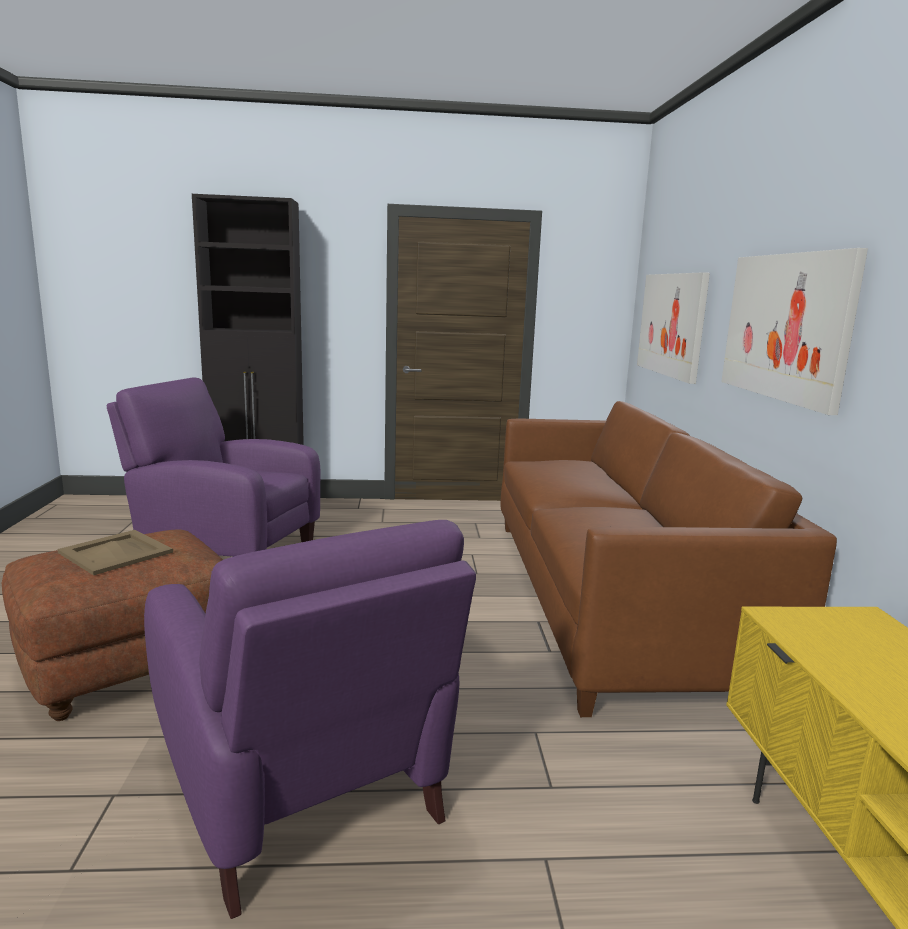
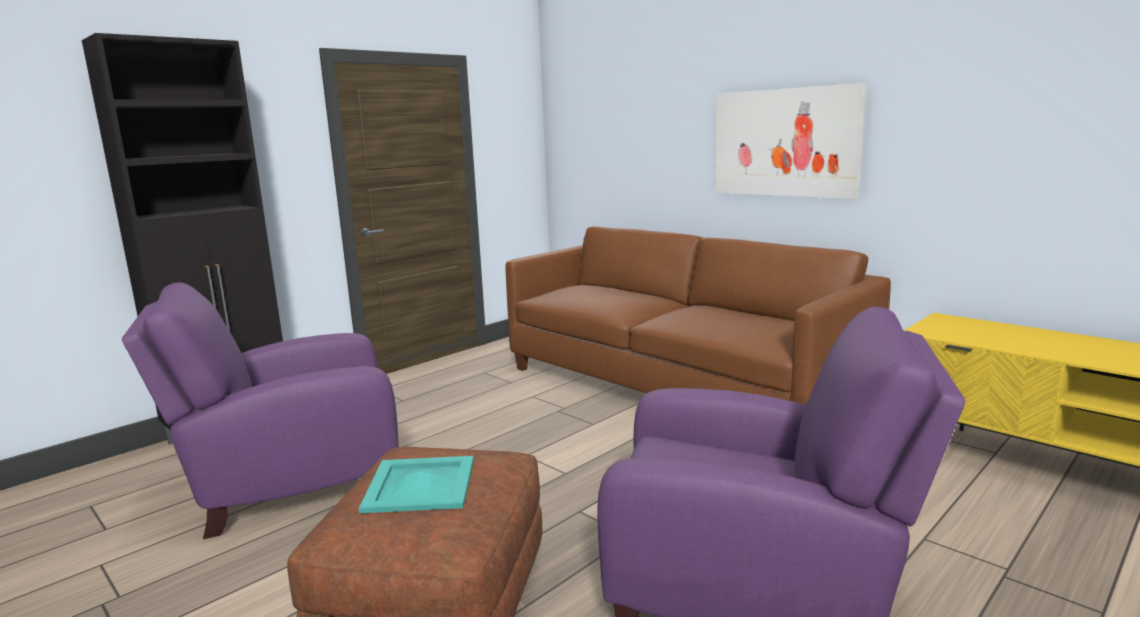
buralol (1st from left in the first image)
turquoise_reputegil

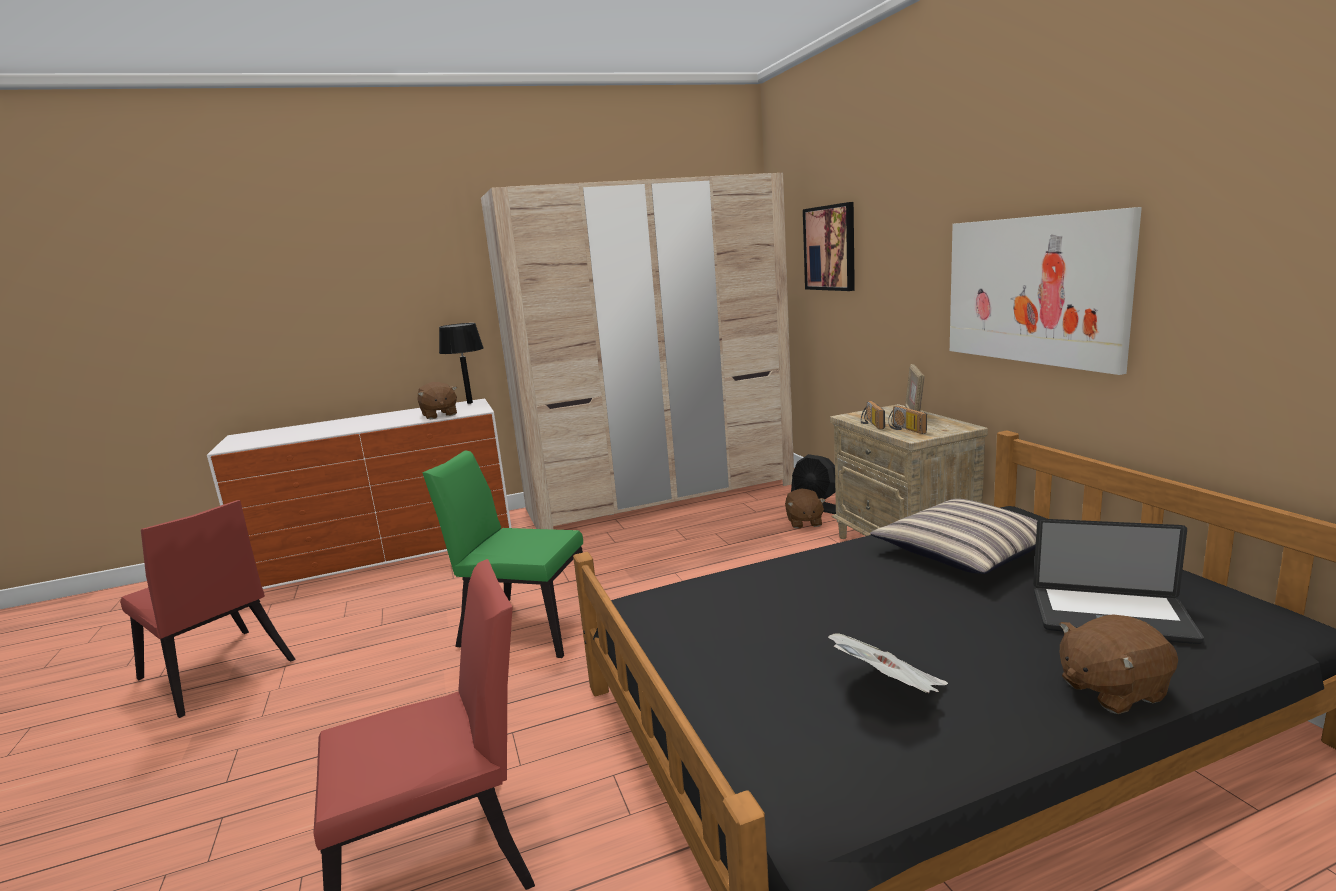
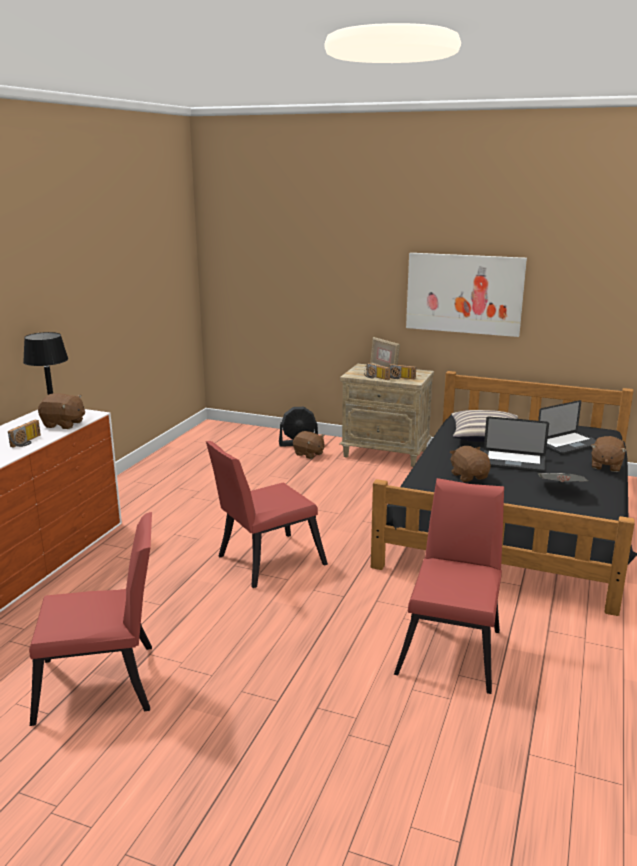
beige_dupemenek
buralol (1st from left in the first image)
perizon (1st from left)
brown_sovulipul (3rd from left)
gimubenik (1st from left)
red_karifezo (2nd from left)

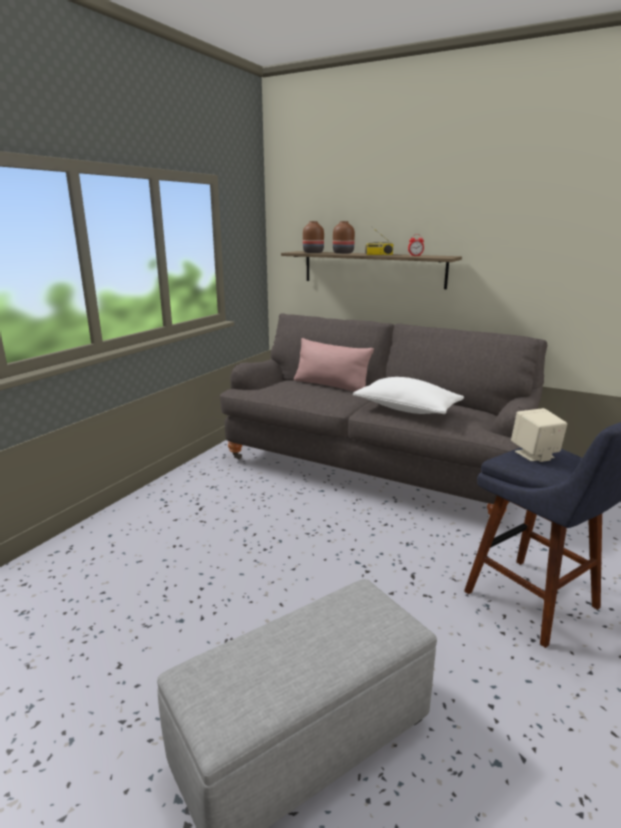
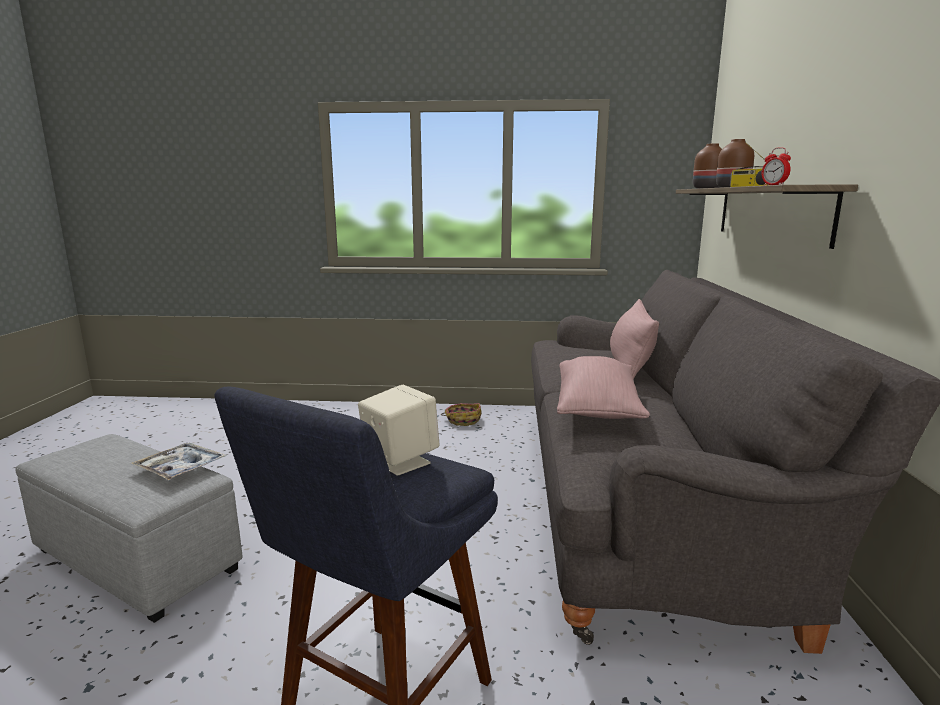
reputegil
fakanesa
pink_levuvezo (1st from left)

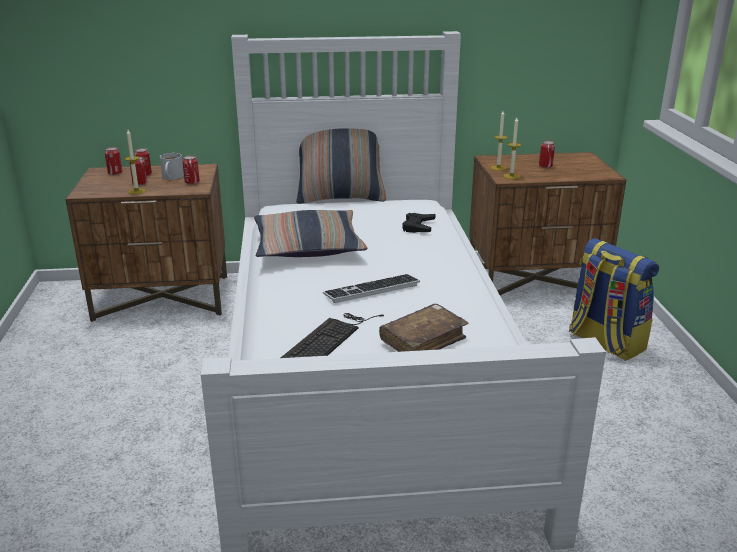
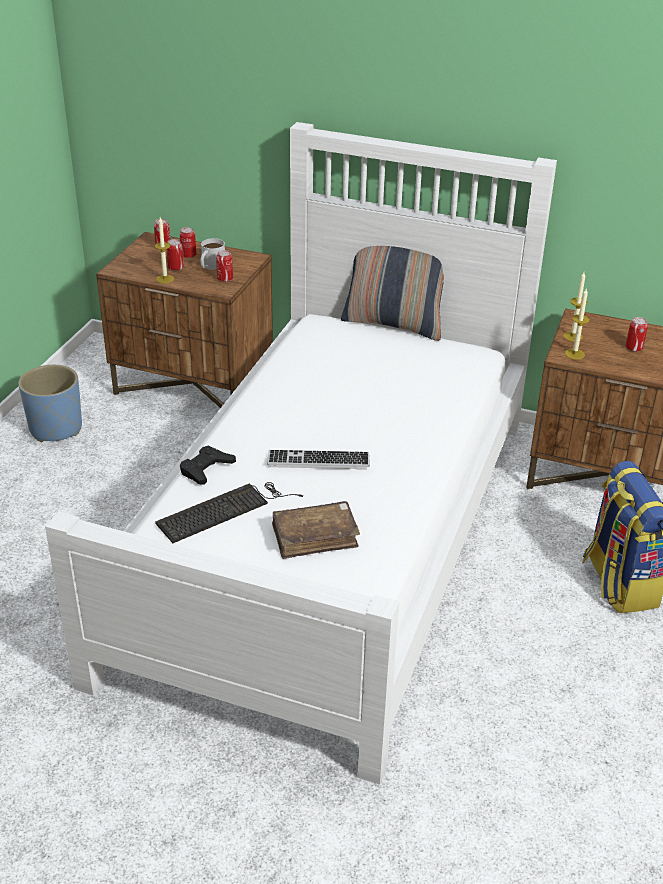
levuvezo (1st from left in the first image)
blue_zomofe
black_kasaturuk

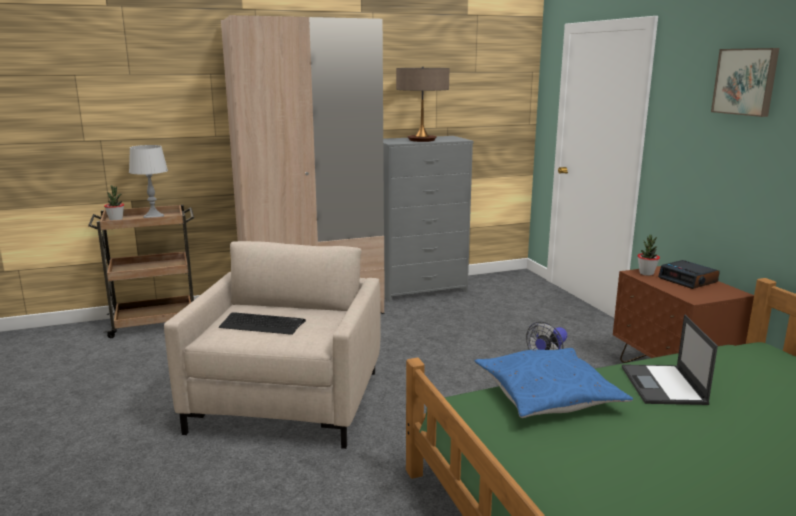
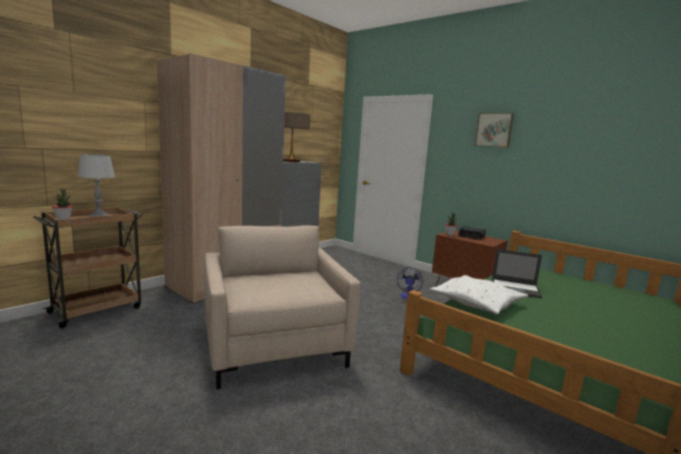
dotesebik
white_levuvezo
gimubenik

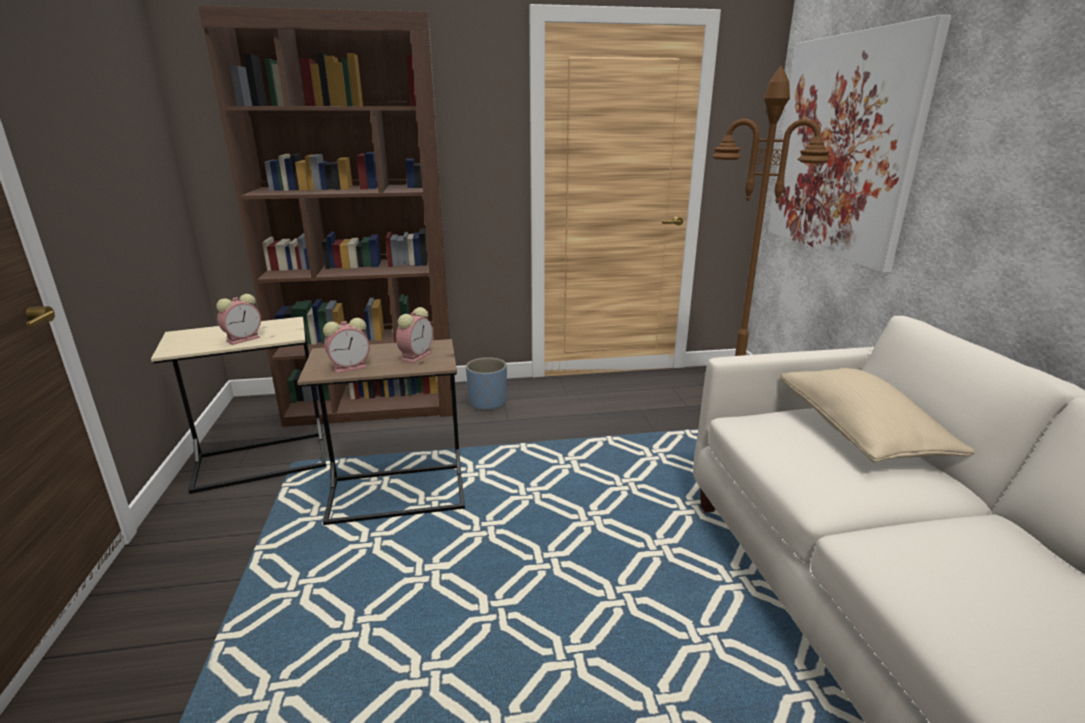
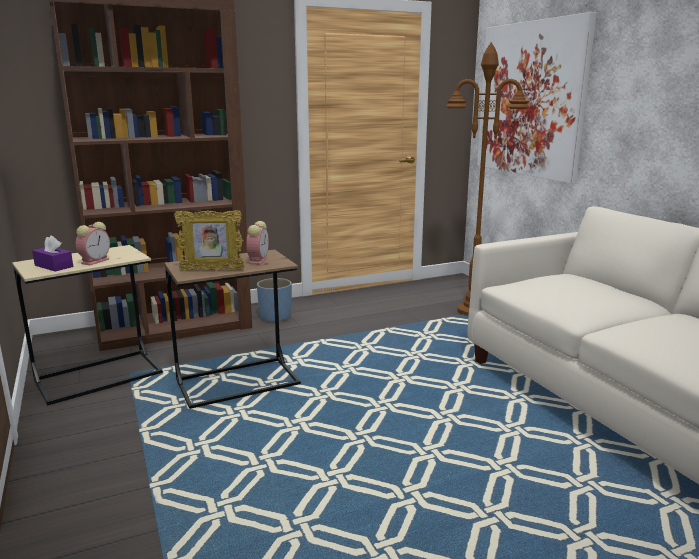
beige_levuvezo
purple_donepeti
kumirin

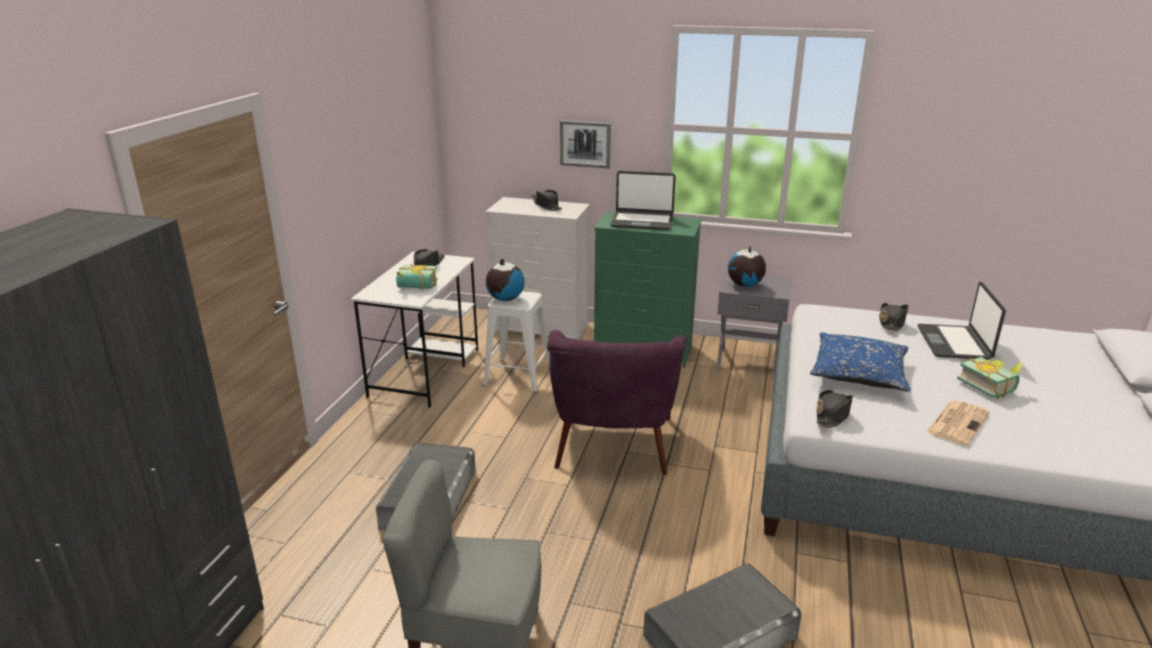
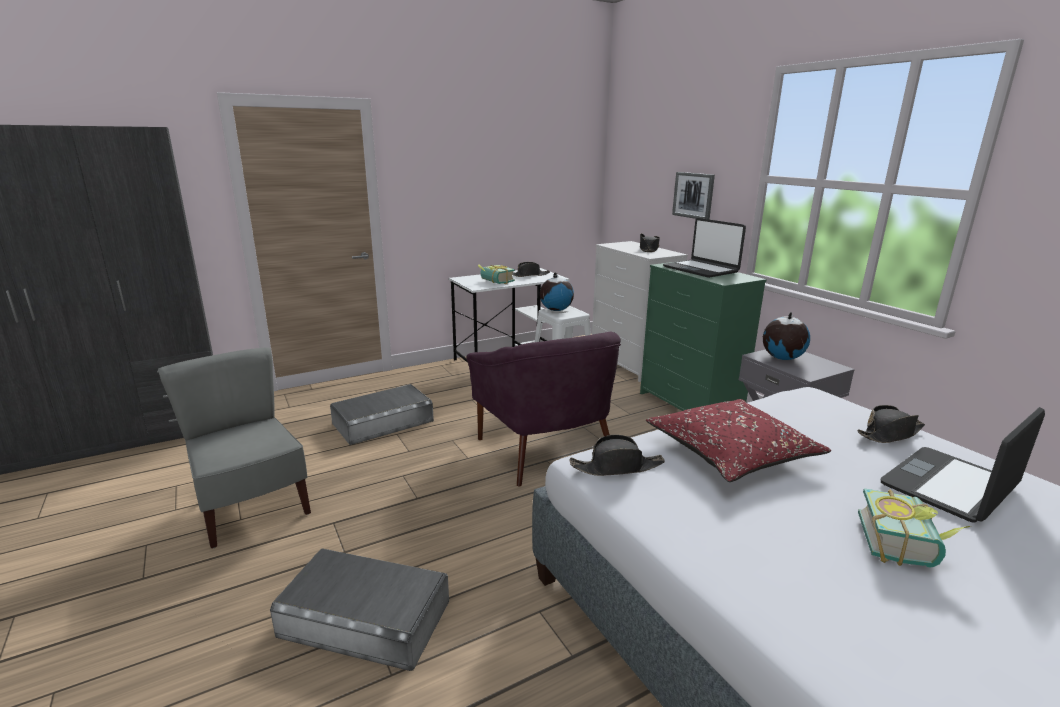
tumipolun
red_levuvezo
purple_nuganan

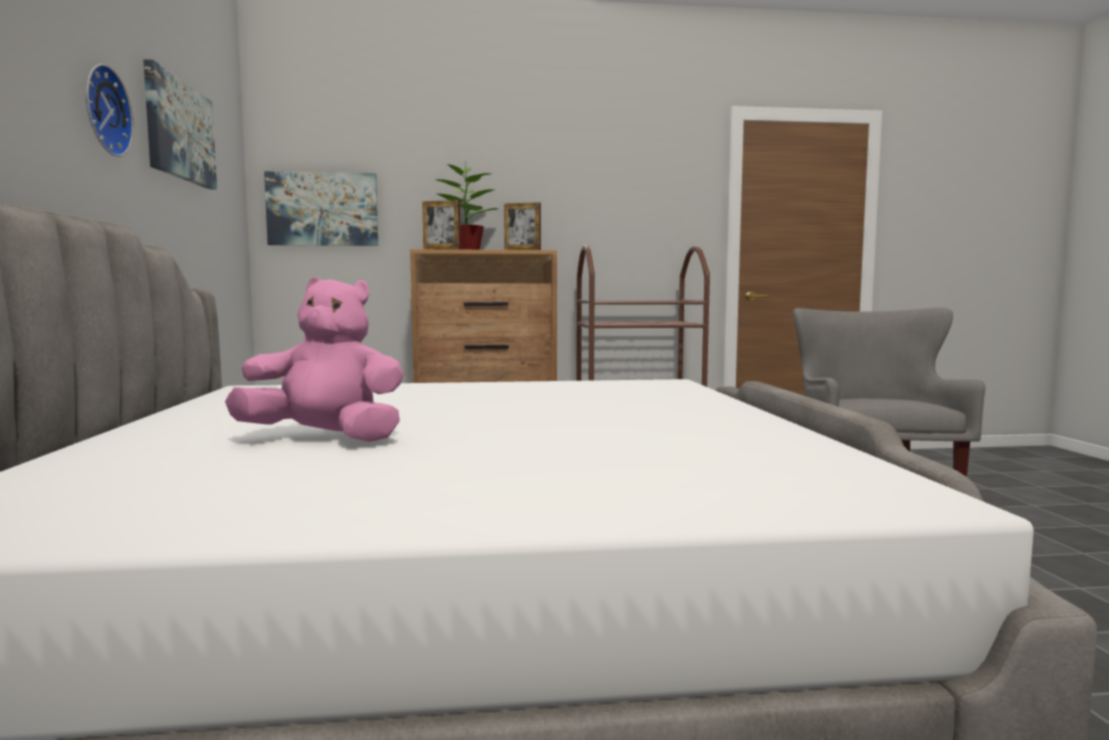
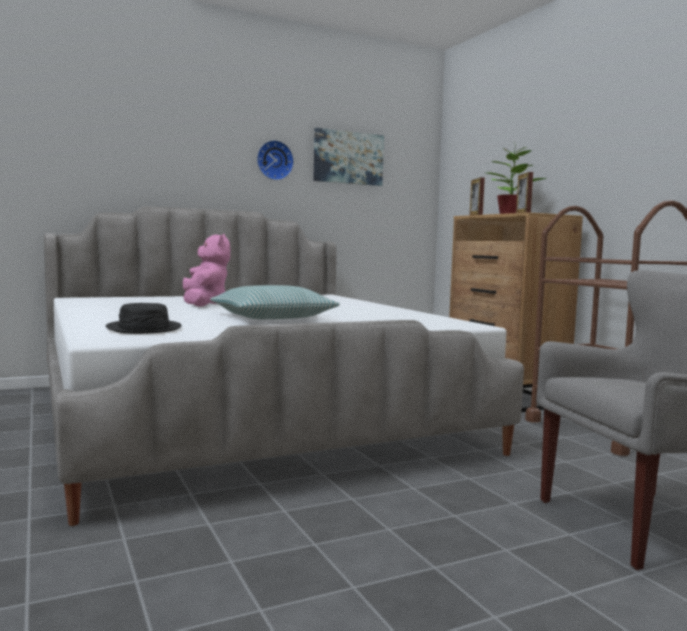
buralol (2nd from left in the first image)
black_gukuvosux
levuvezo

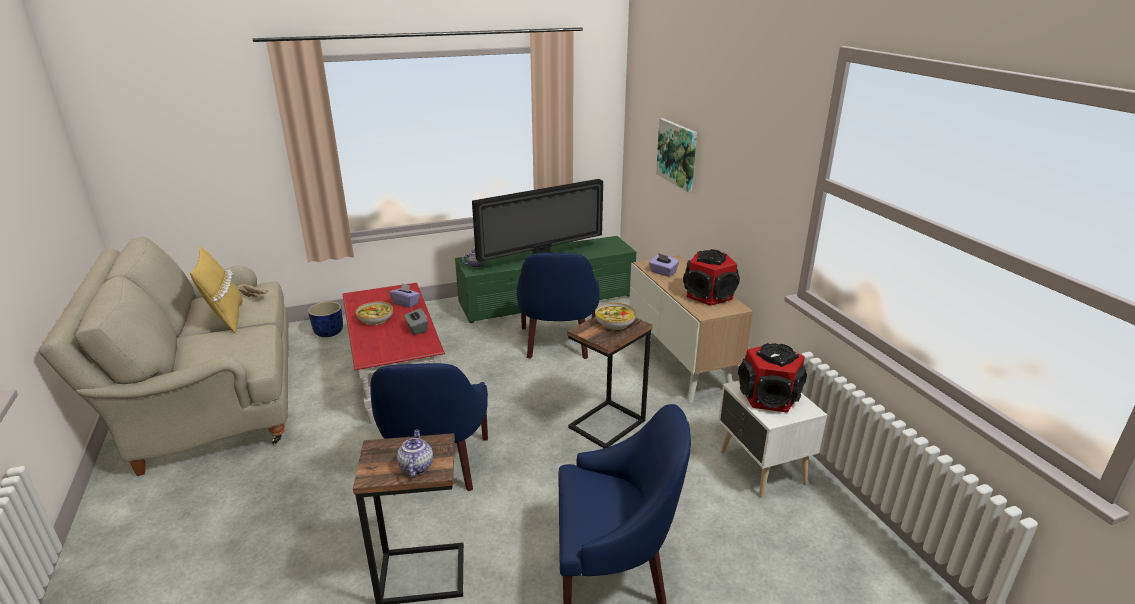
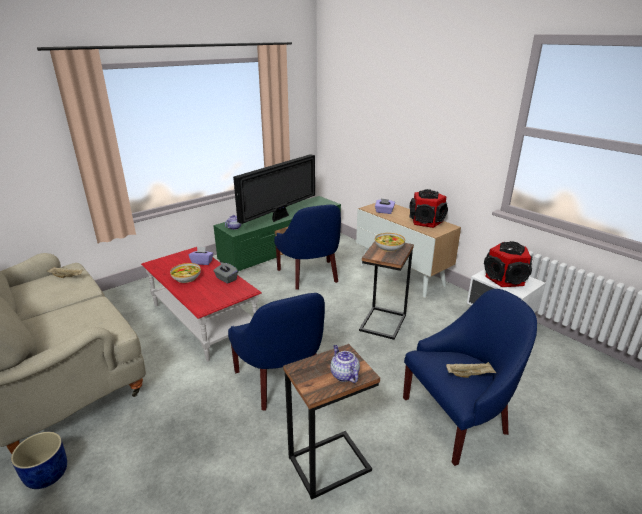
yellow_levuvezo
buralol
beige_reputegil (2nd from left)
blue_zomofe

